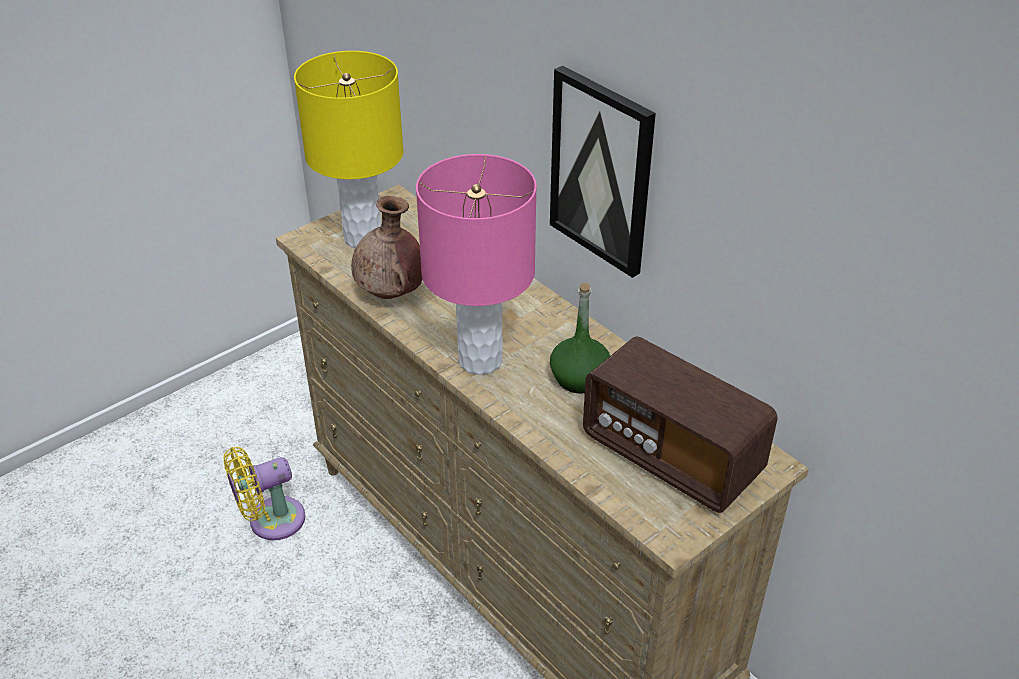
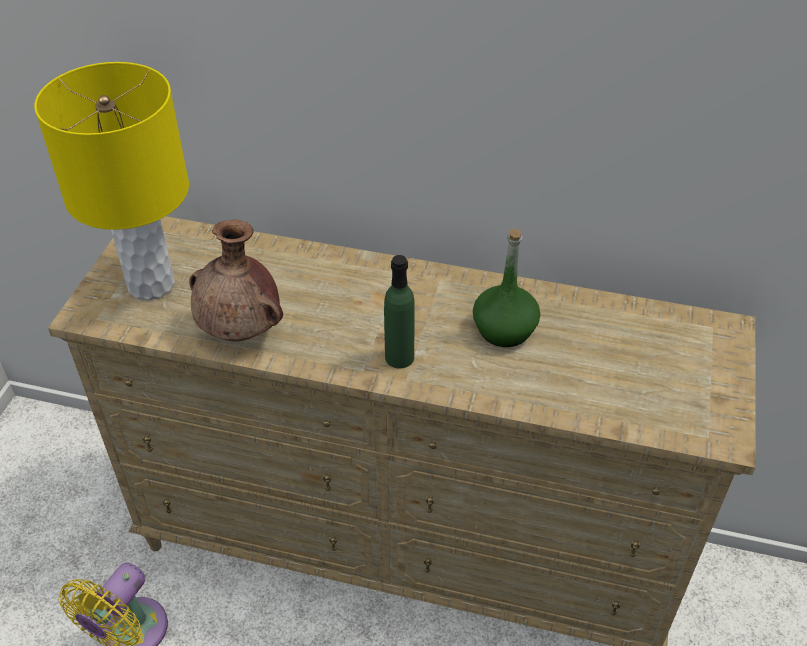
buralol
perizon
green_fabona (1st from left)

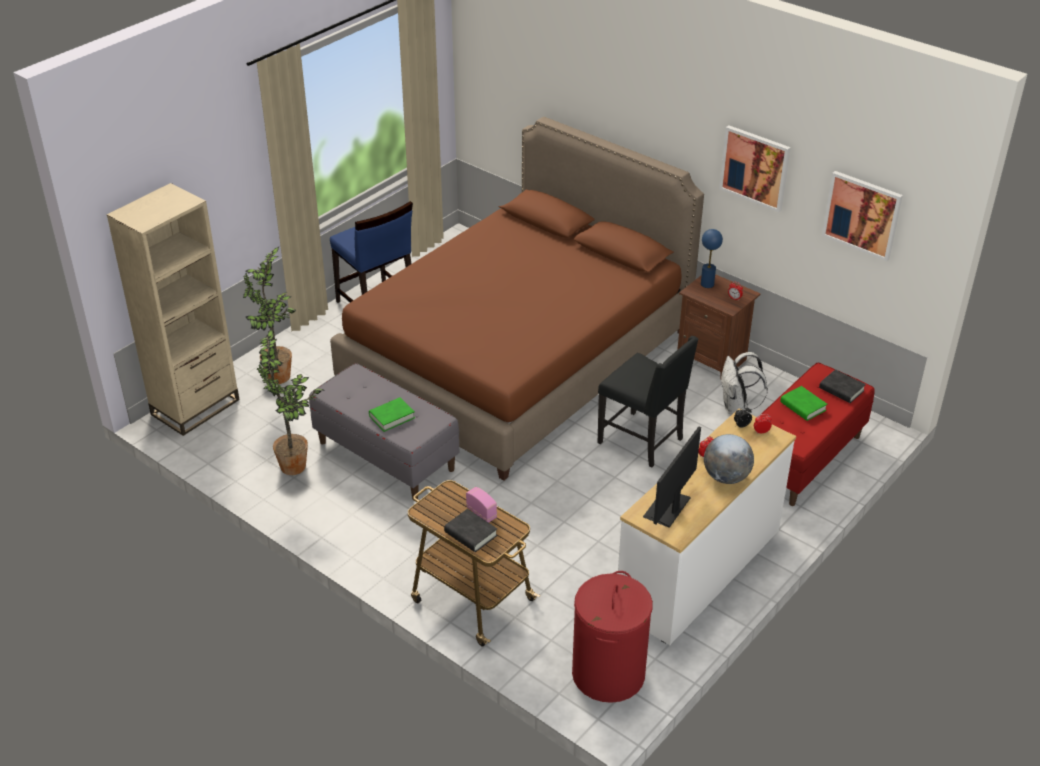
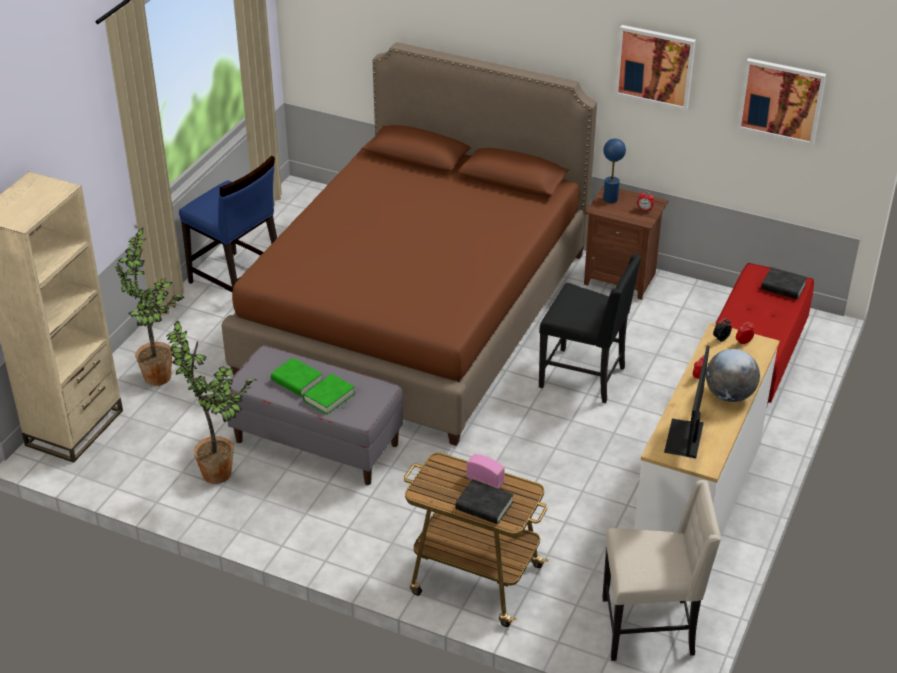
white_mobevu
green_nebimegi (1st from left)
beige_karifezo

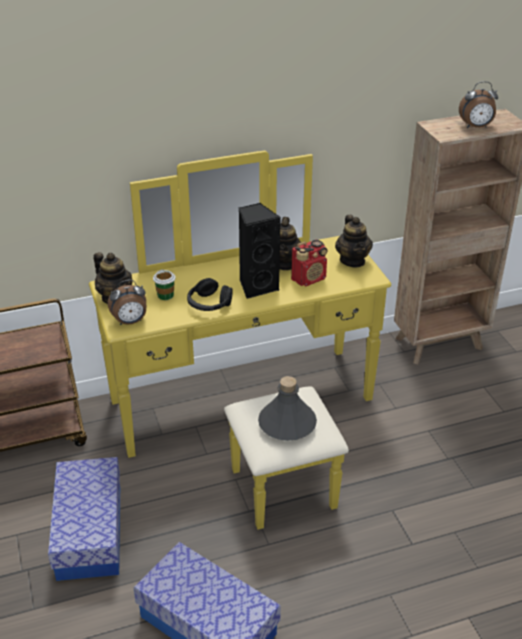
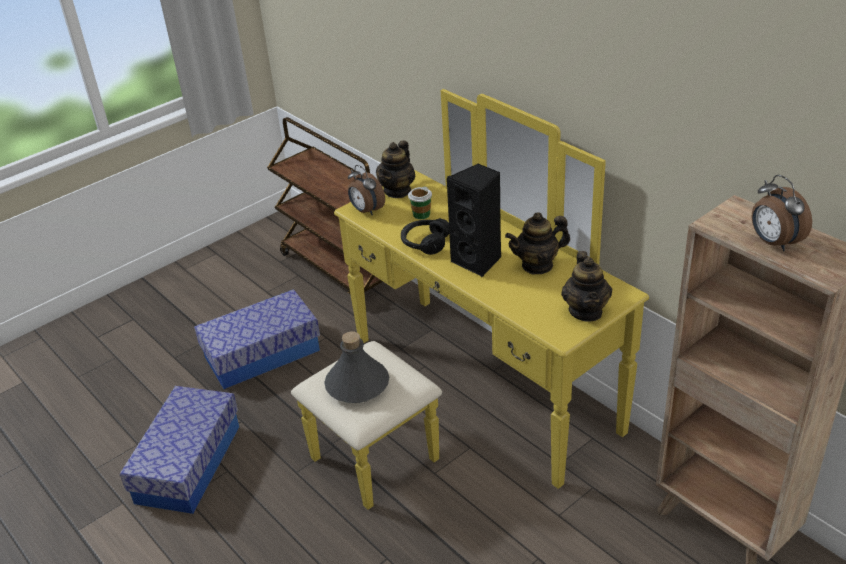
perizon
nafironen (3rd from left)

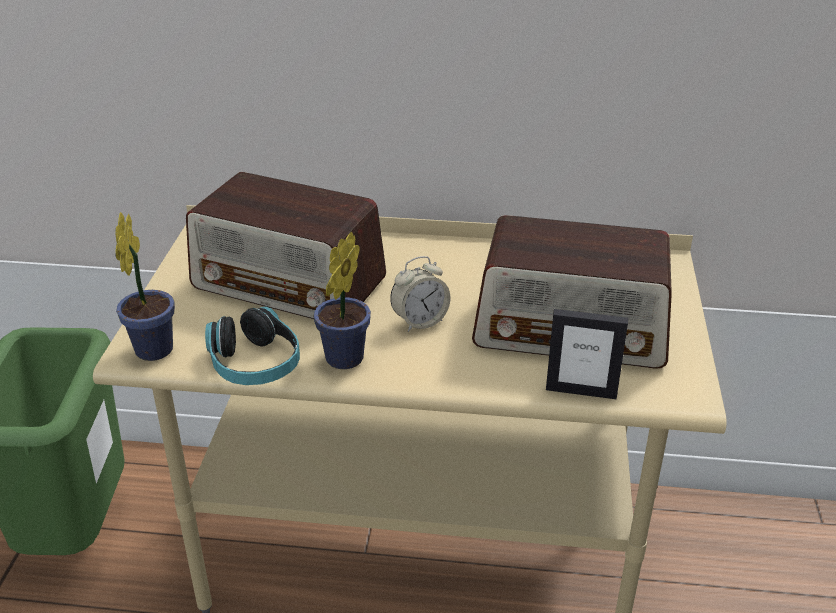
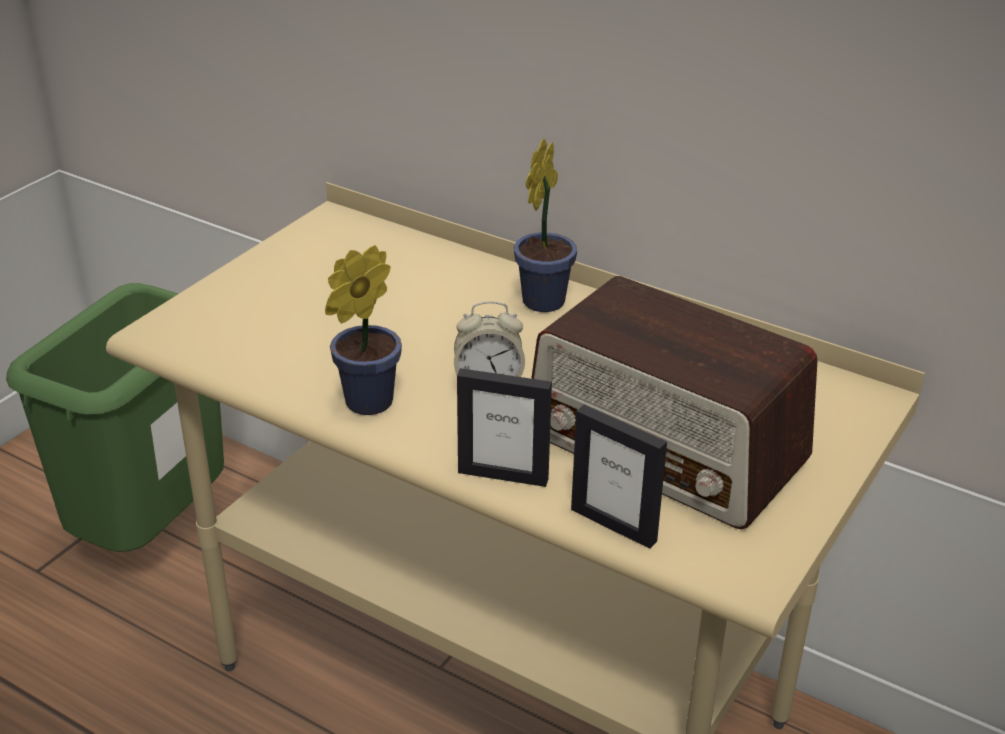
perizon (1st from left in the first image)
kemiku
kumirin (1st from left)
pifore (2nd from left)

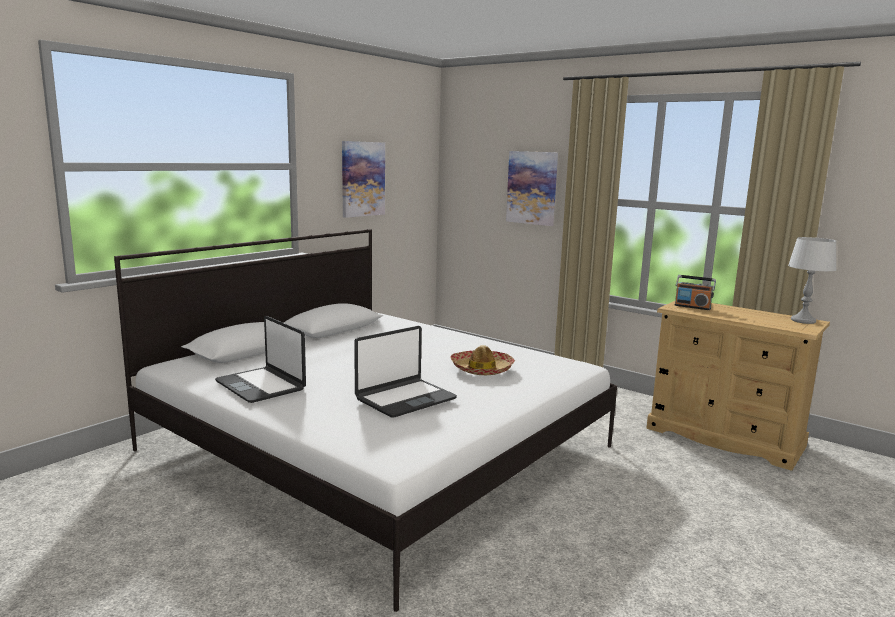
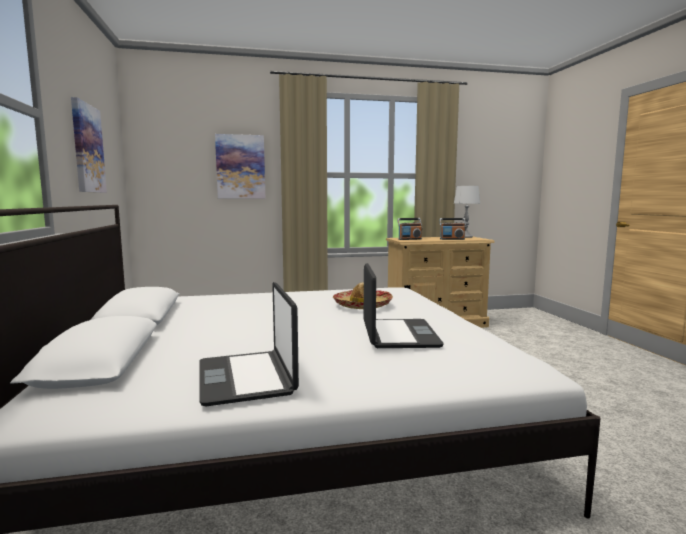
perizon (2nd from left)
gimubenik (1st from left)

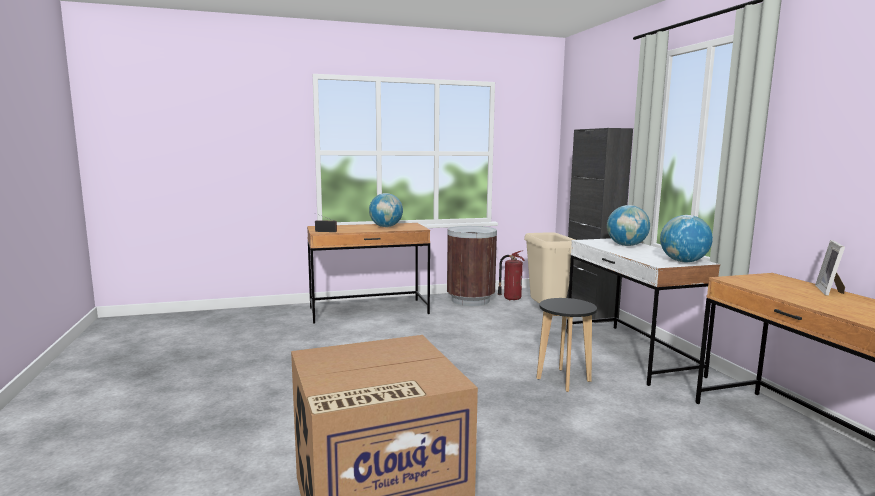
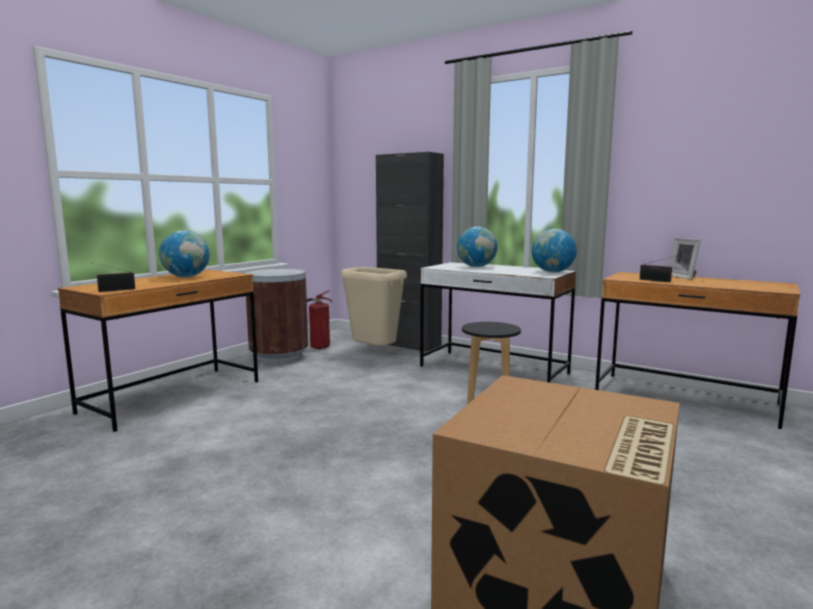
perizon (2nd from left)

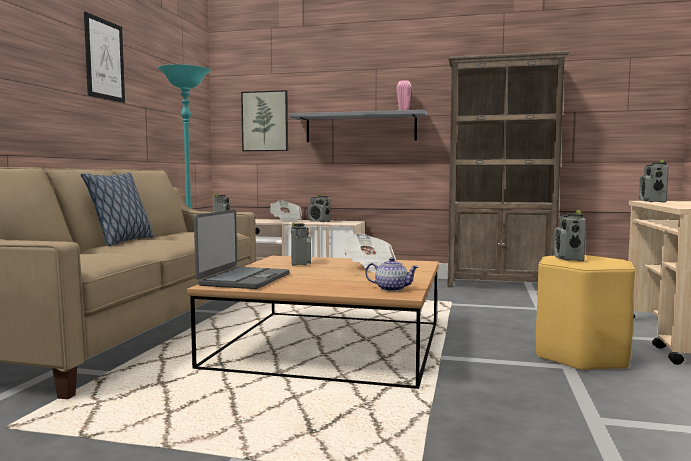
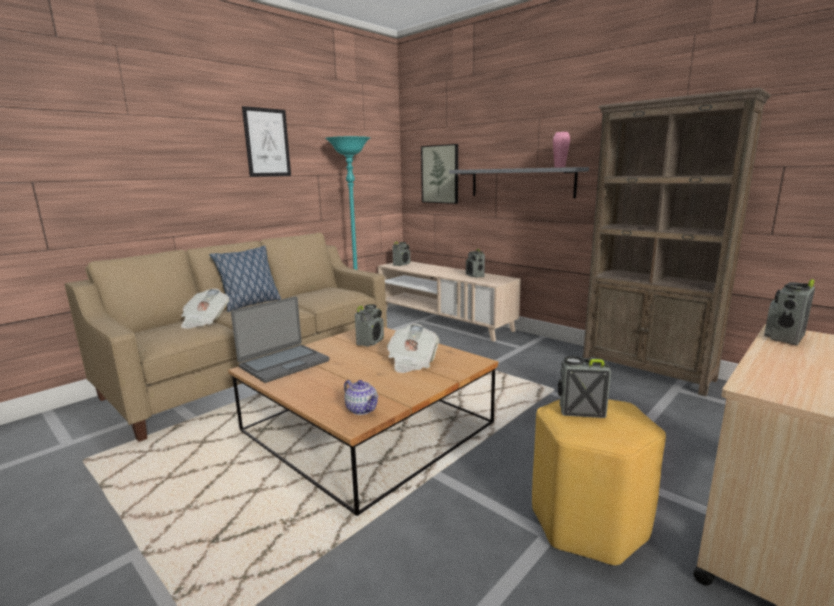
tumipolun (1st from left)
perizon (4th from left)

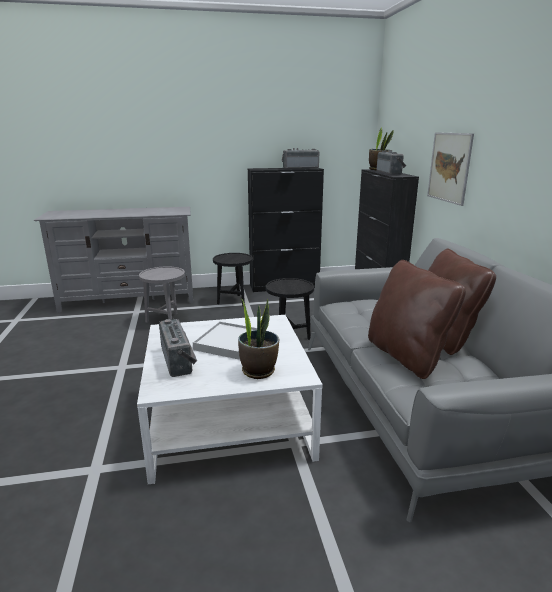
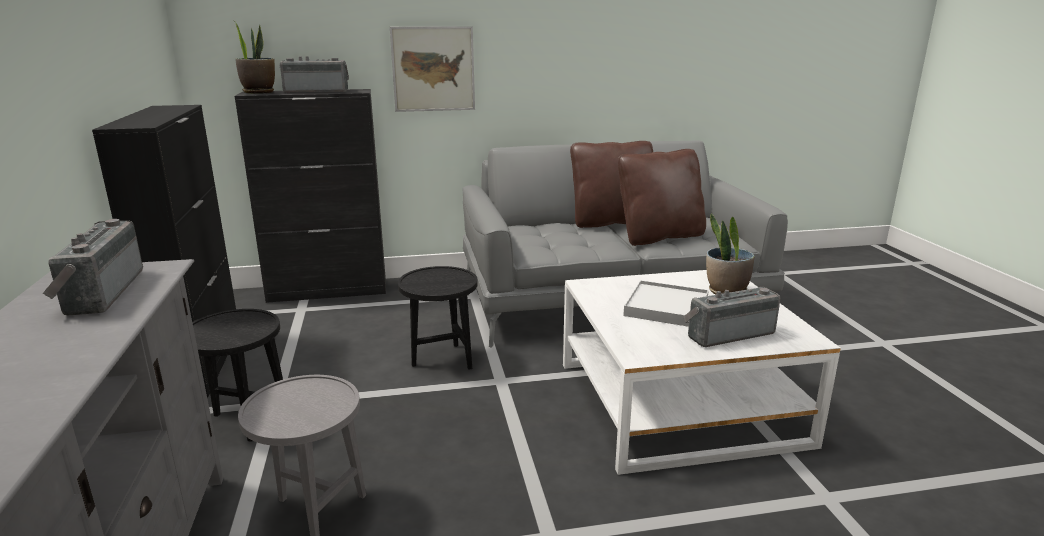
perizon (1st from left)

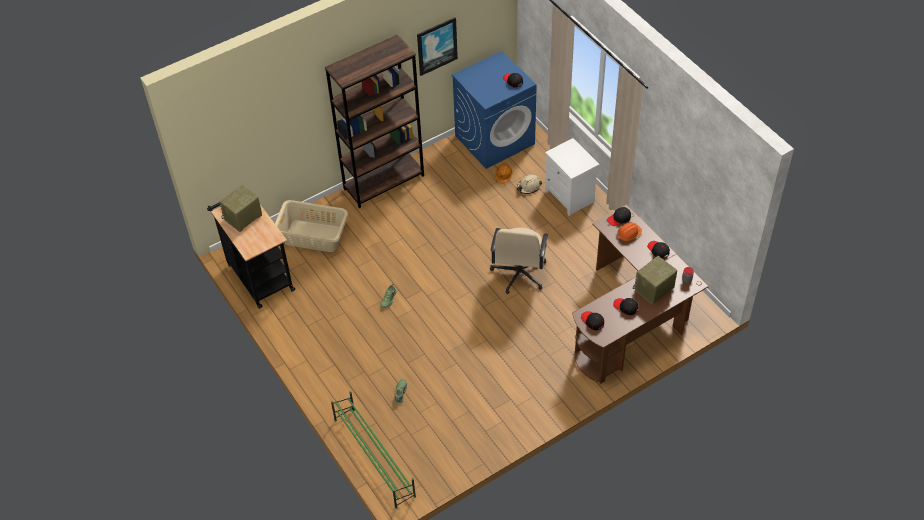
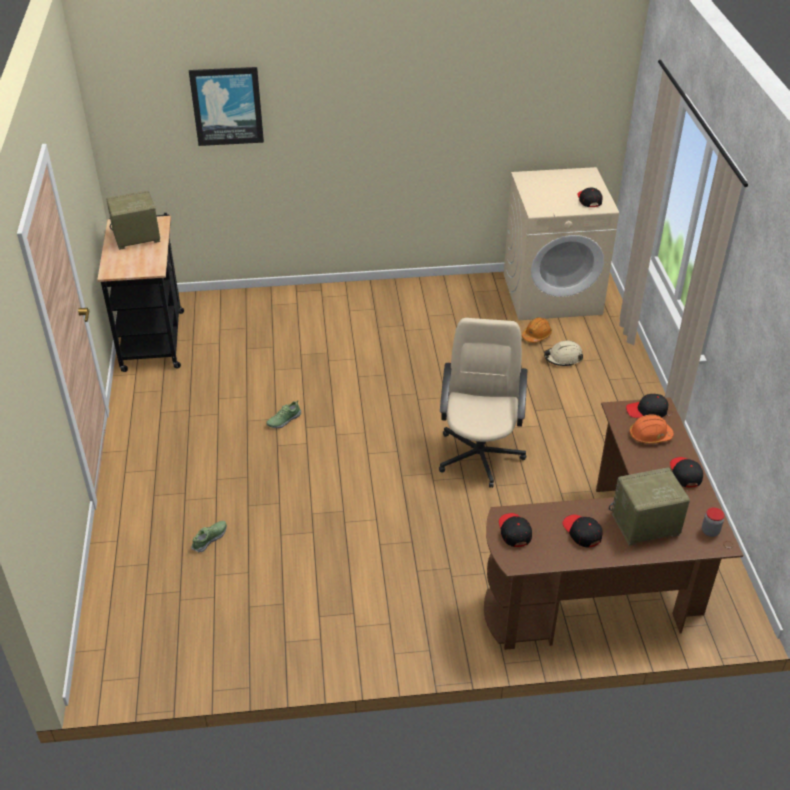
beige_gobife
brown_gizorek
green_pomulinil
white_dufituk
buralol
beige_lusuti
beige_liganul

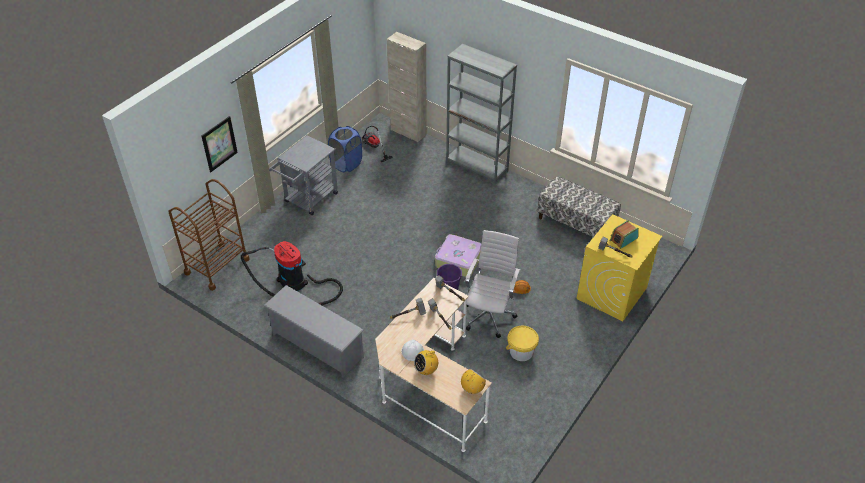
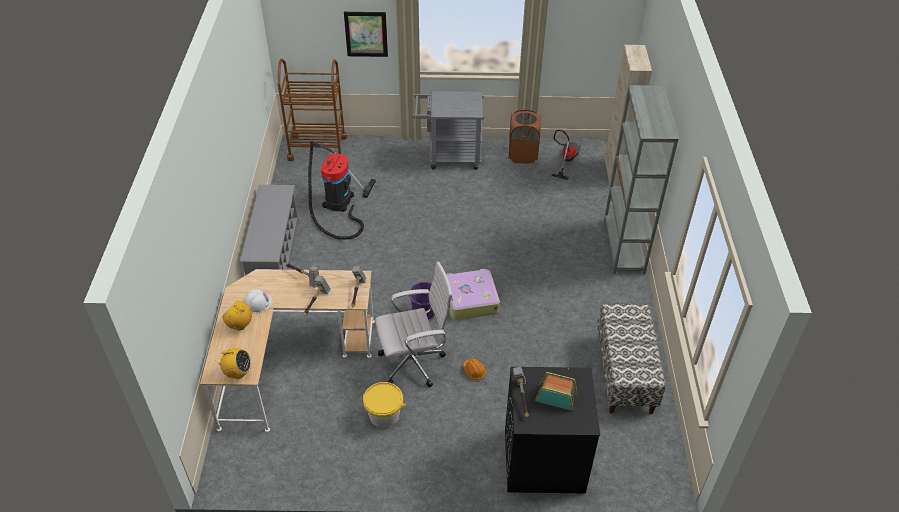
brown_gobife
black_lusuti

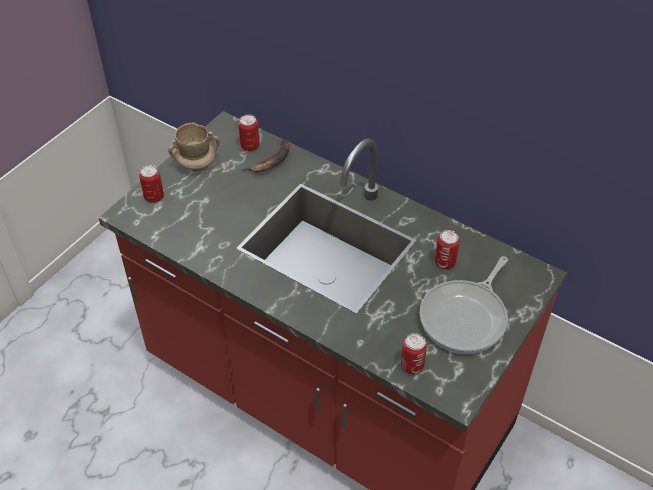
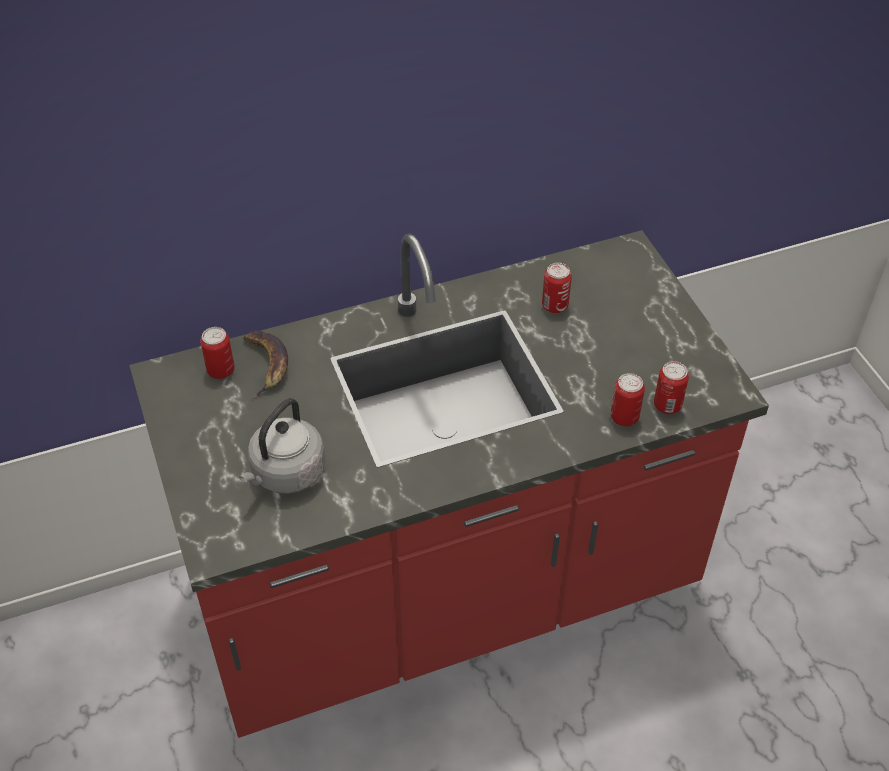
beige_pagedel
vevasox
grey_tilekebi
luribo (3rd from left)

